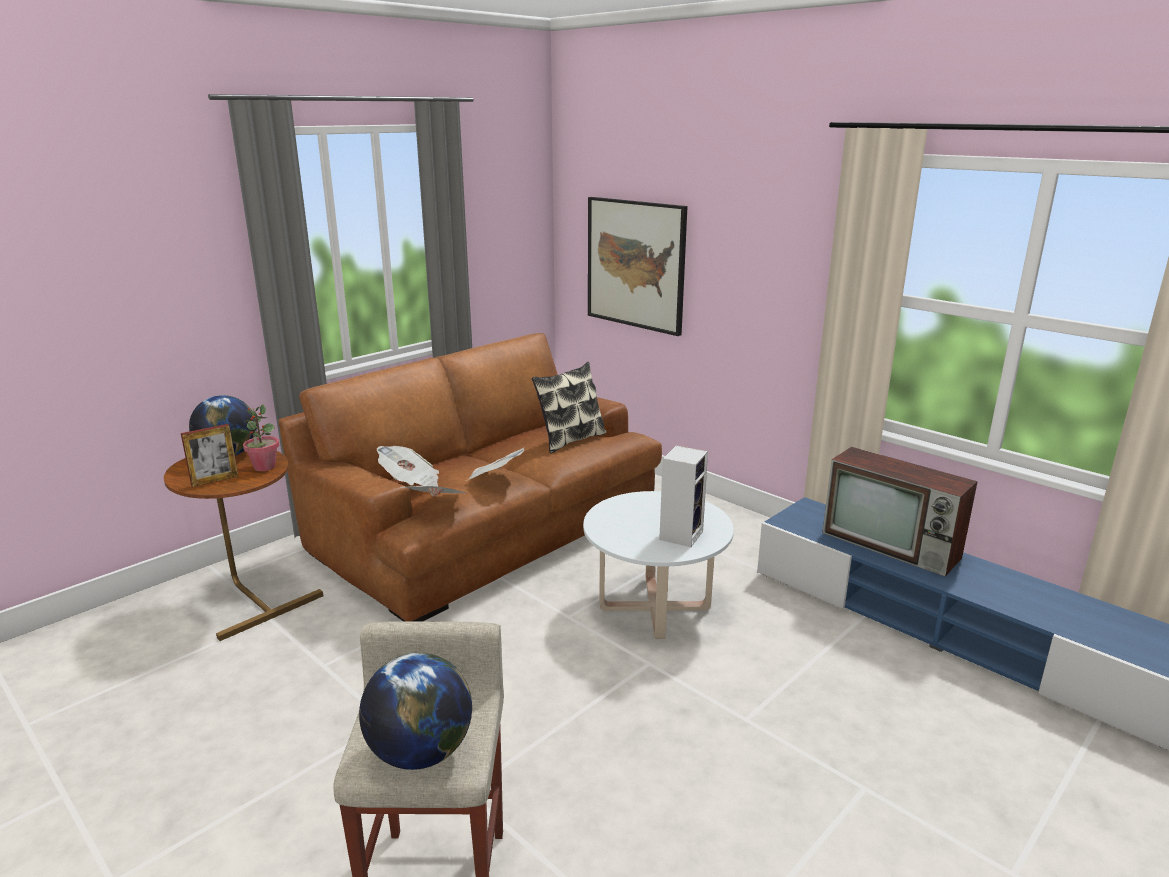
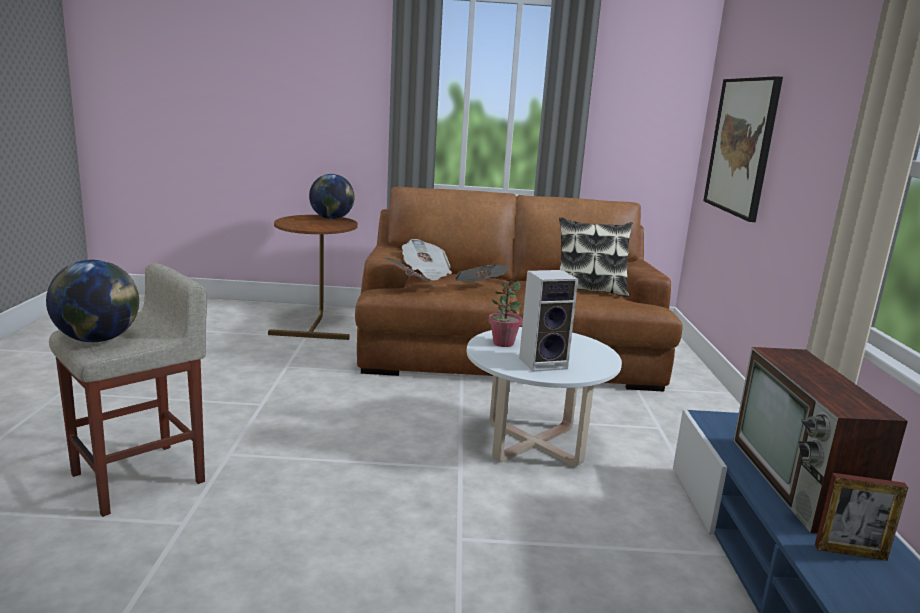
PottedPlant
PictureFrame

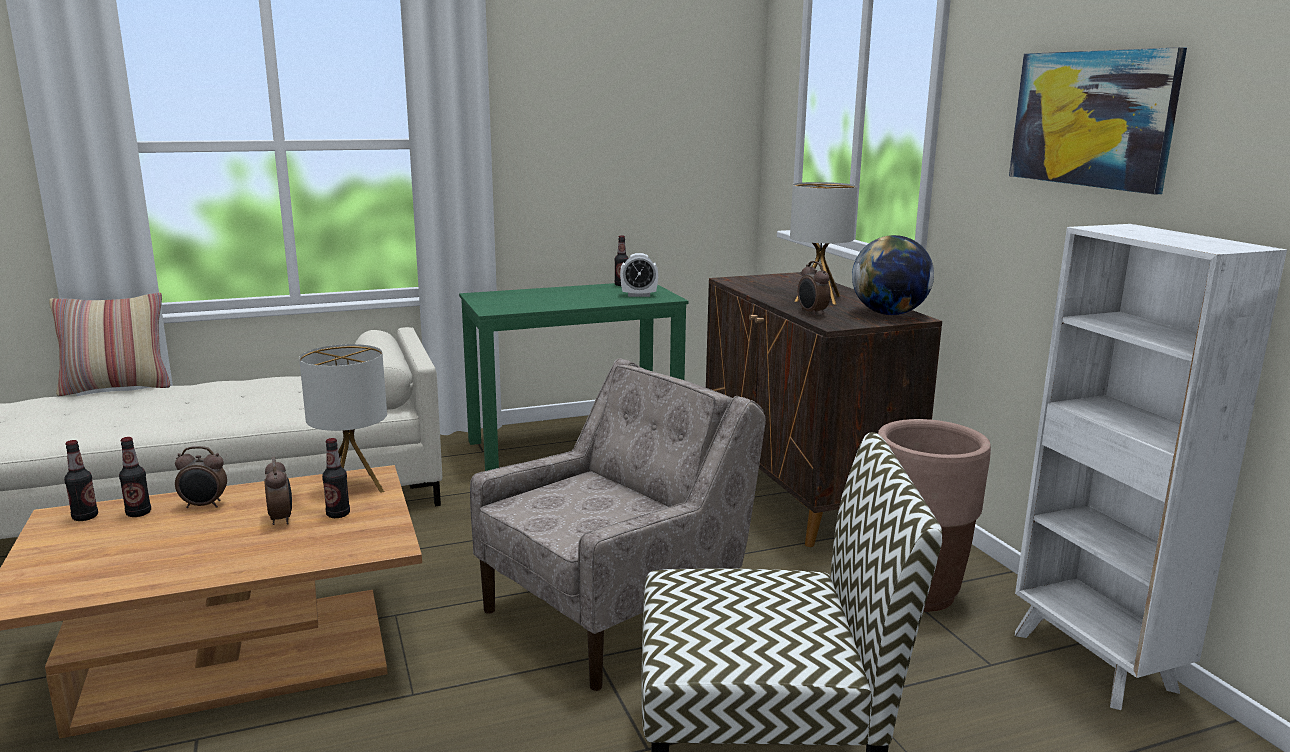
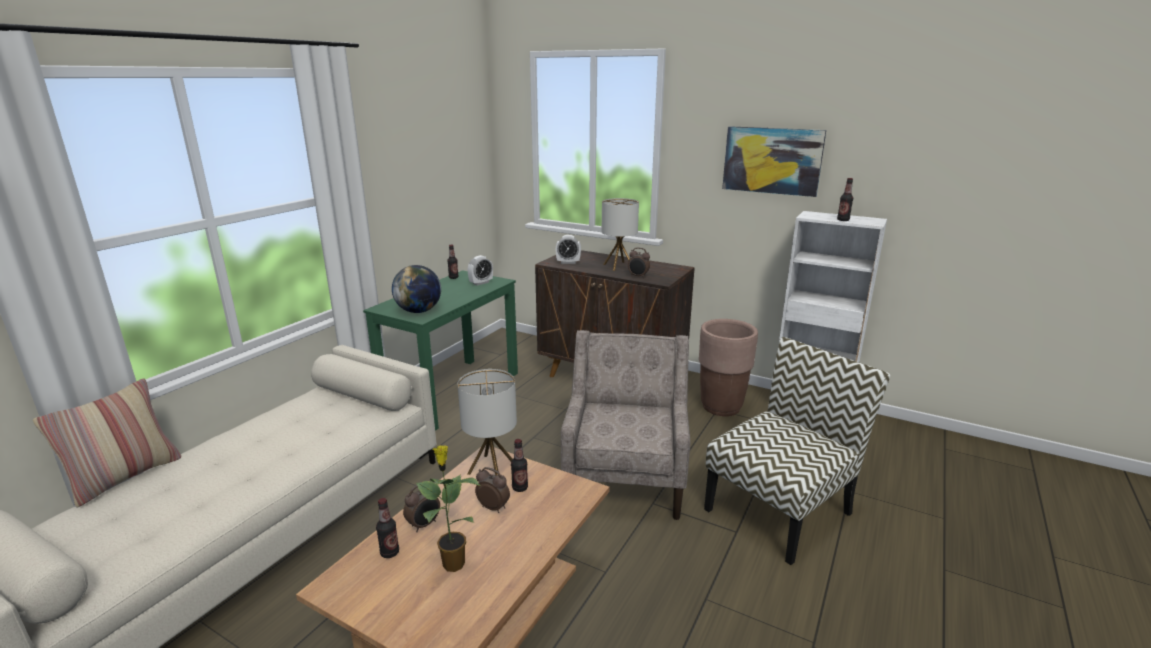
Globe
PottedPlant
AlarmClock (4th from left)
Bottle (4th from left)

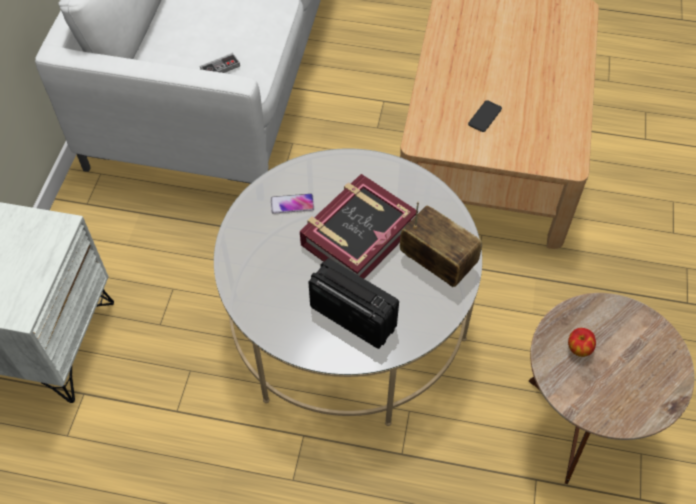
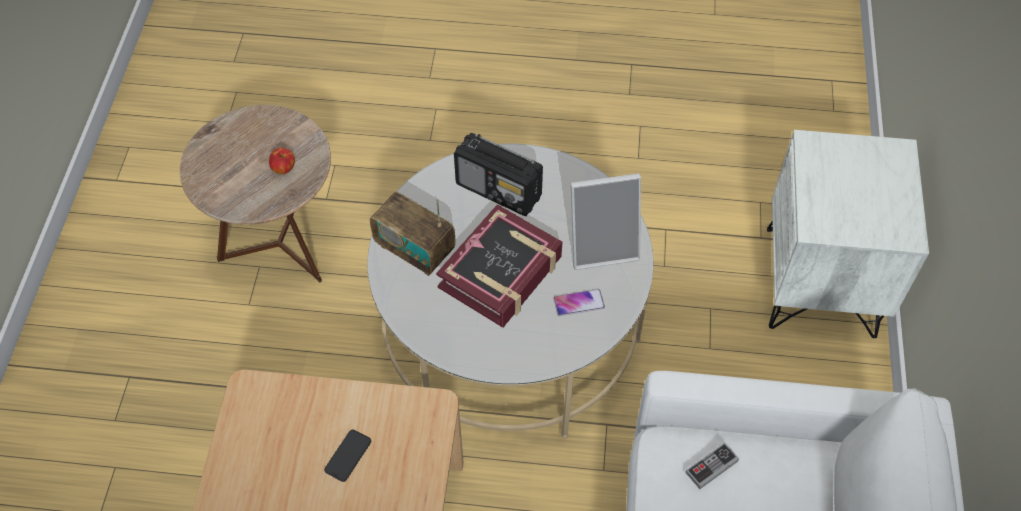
PictureFrame

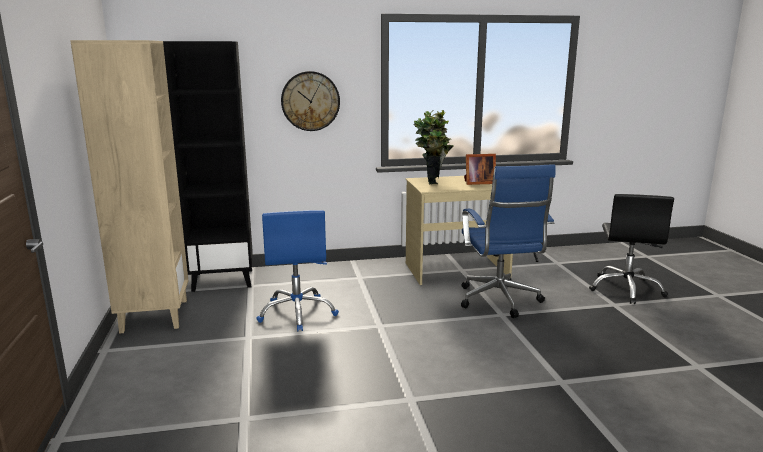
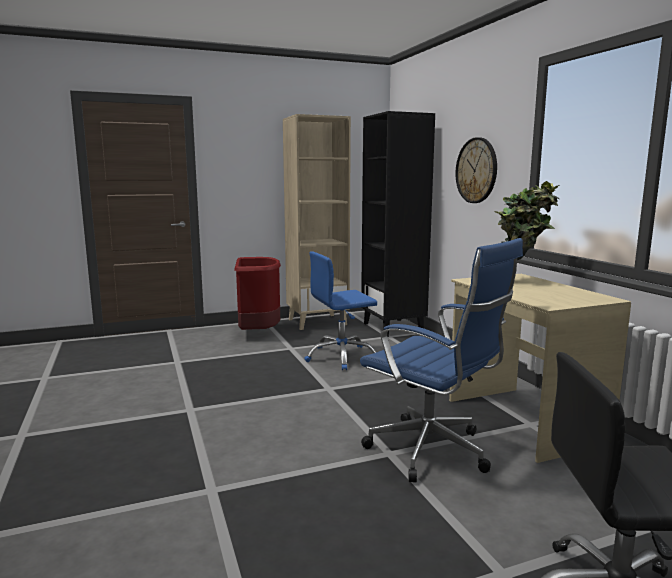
RedTrashCan
BlueOfficeChair (2nd from left)
PictureFrame

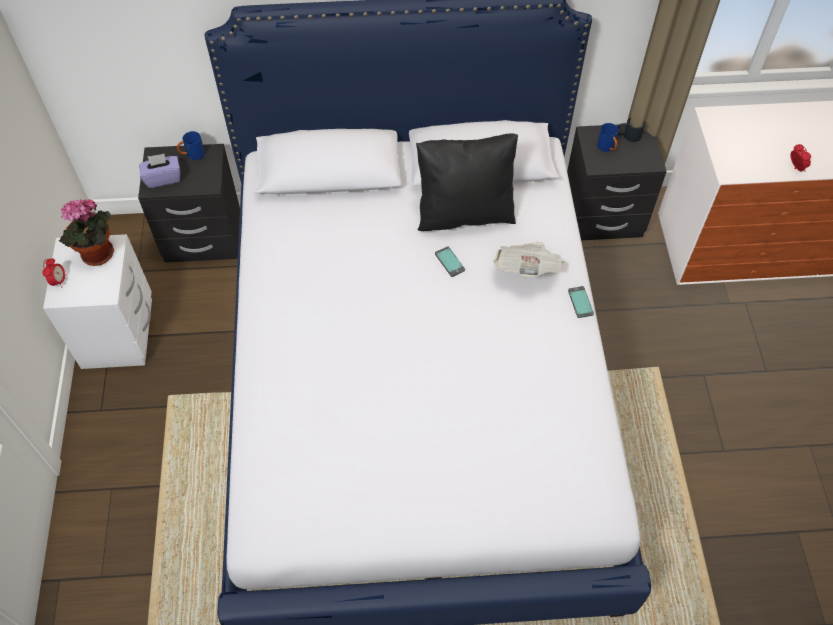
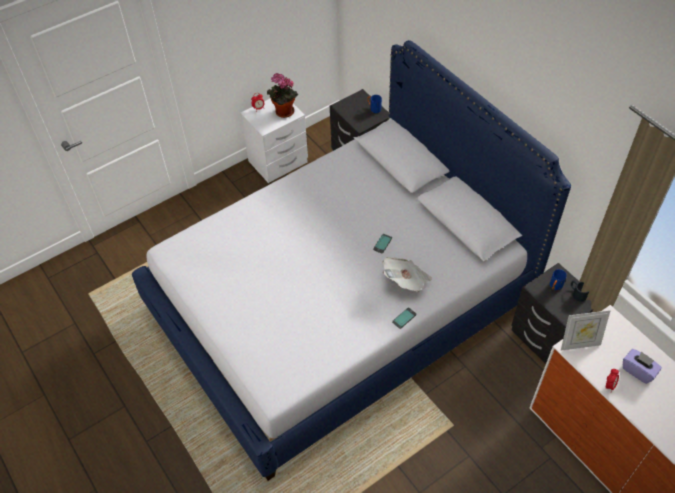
PictureFrame
PurpleTissueBox
BlackPillow

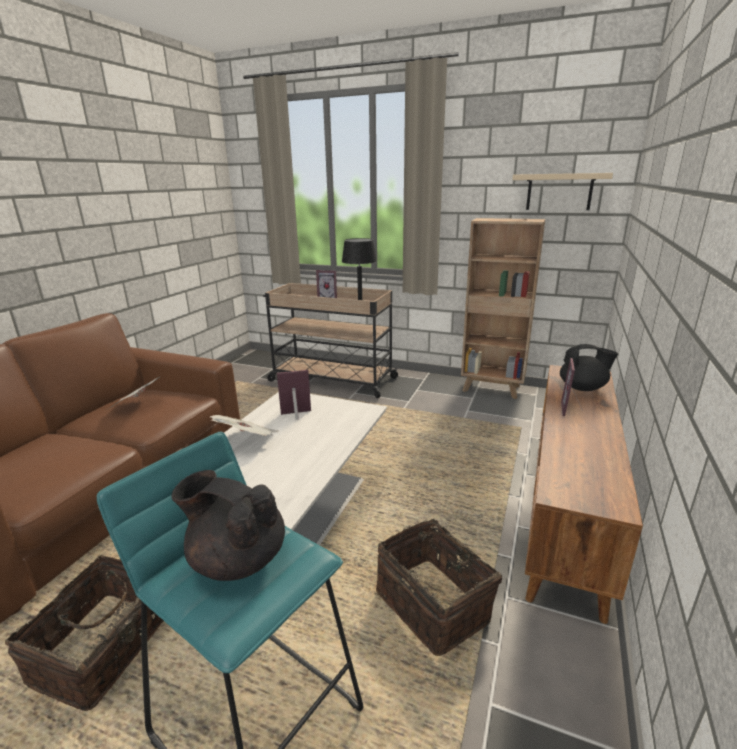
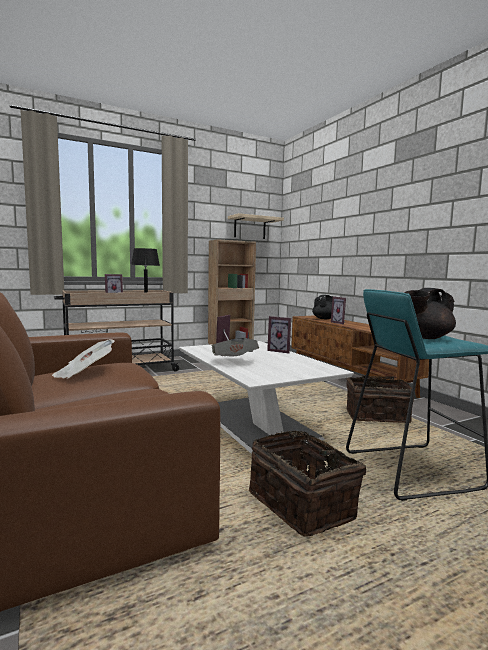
PictureFrame (3rd from left)

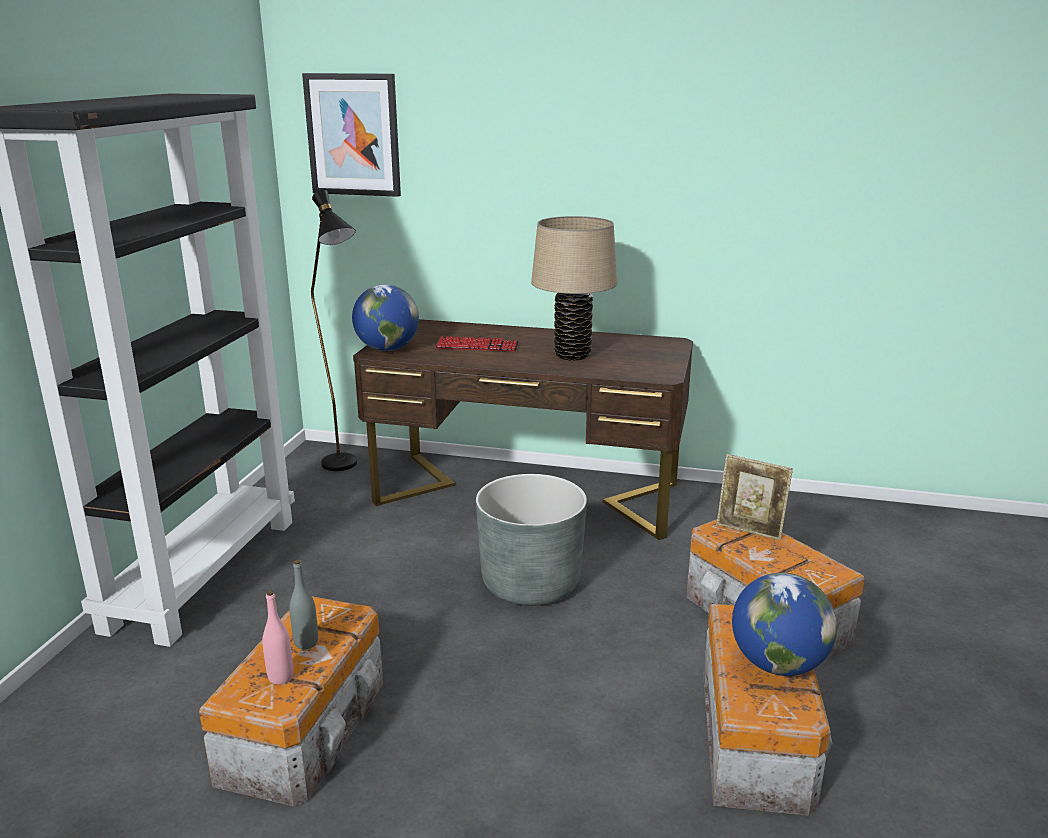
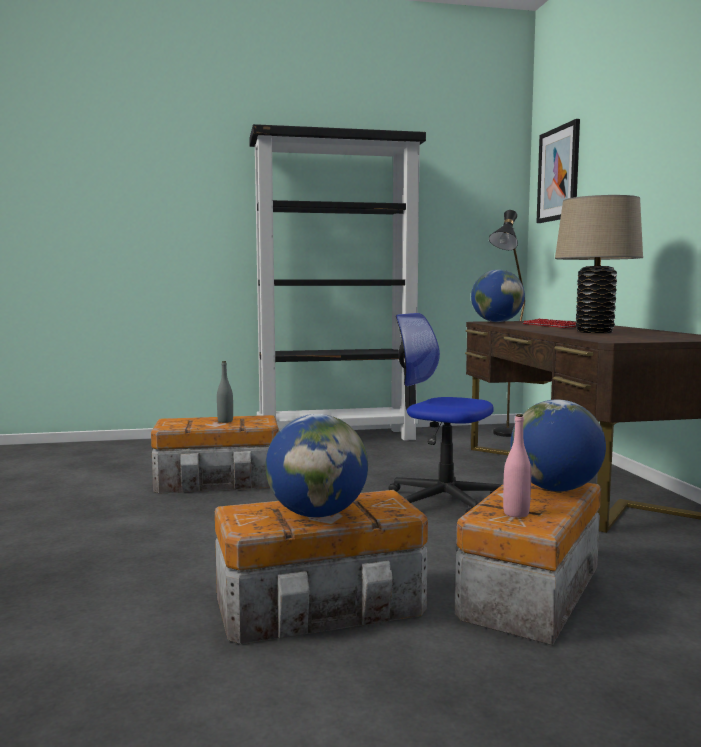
OfficeChair
PinkBottle
Globe (3rd from left)

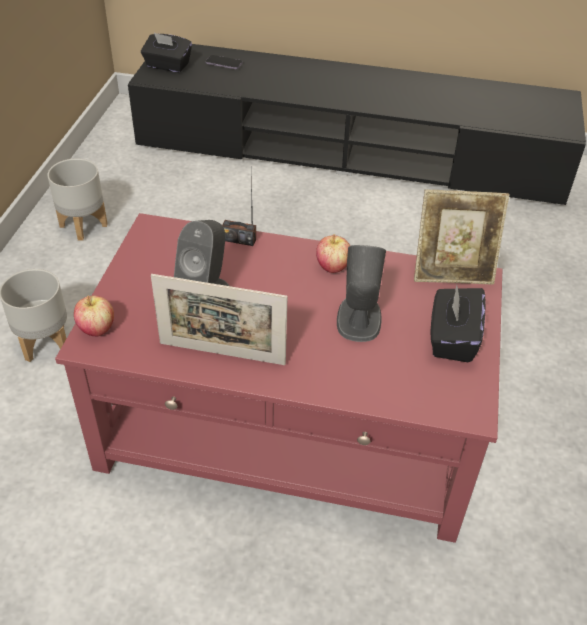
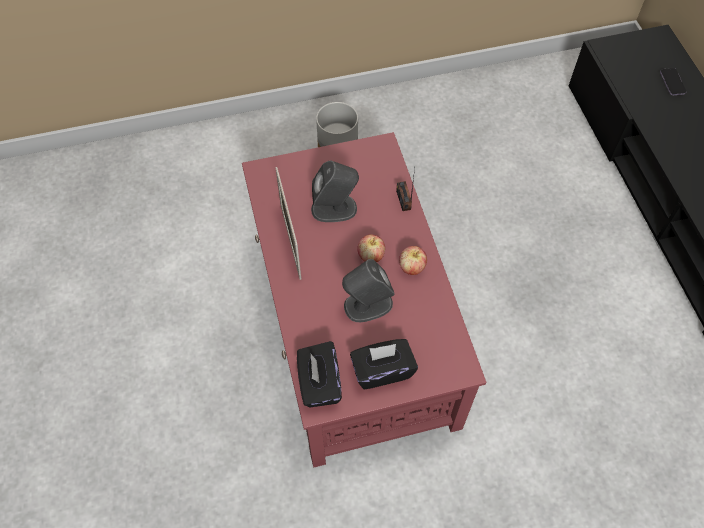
BlackTissueBox (1st from left)
Apple (1st from left)
GreyPlanter (2nd from left in the first image)
PictureFrame (2nd from left in the first image)

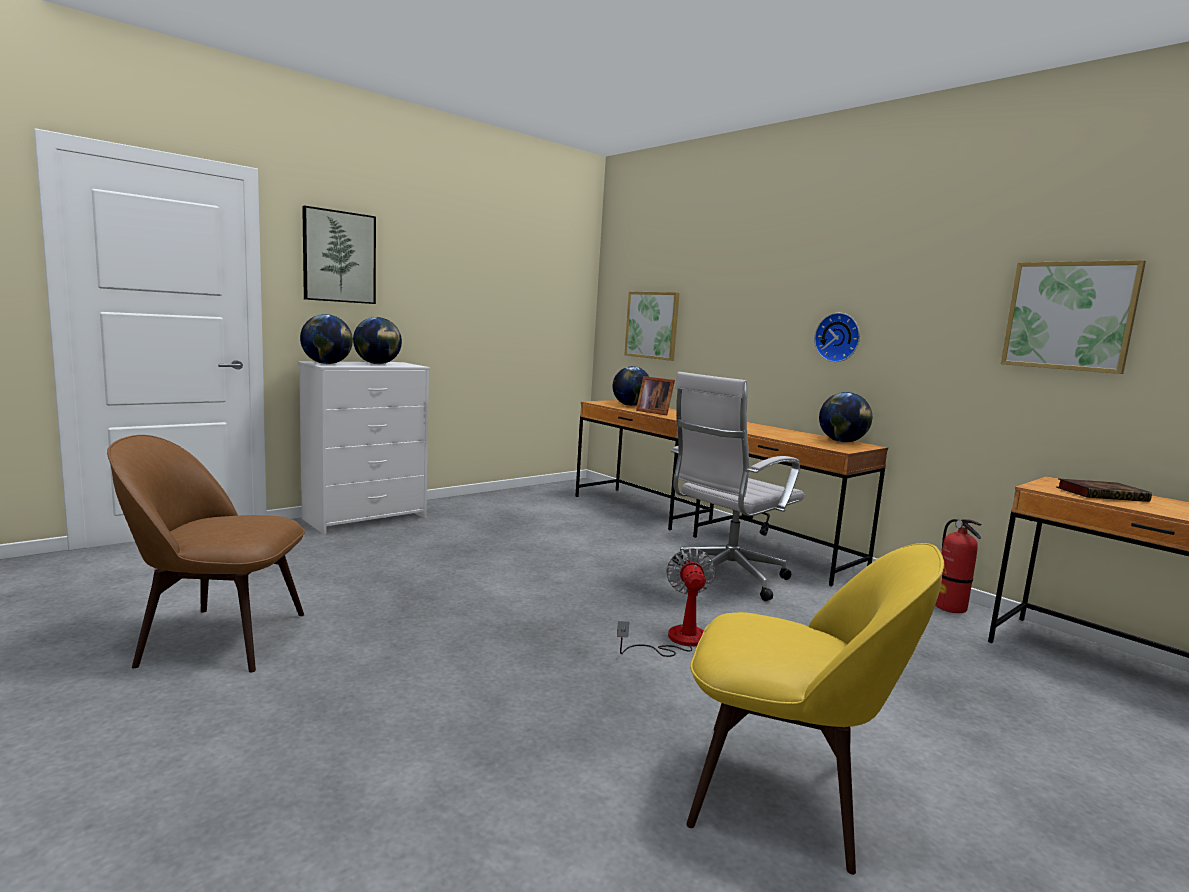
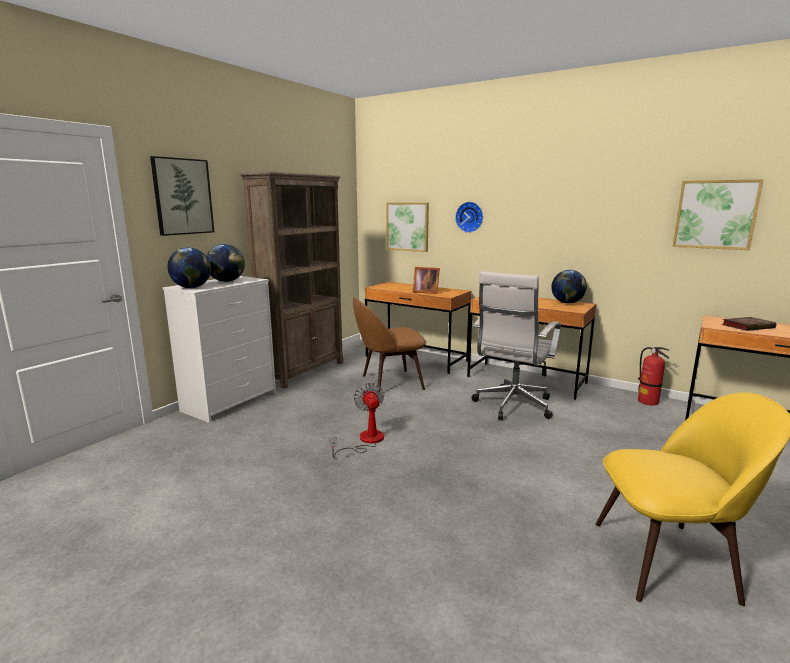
BrownBookcase
Fan
BrownChair
WallClock
Globe (3rd from left in the first image)

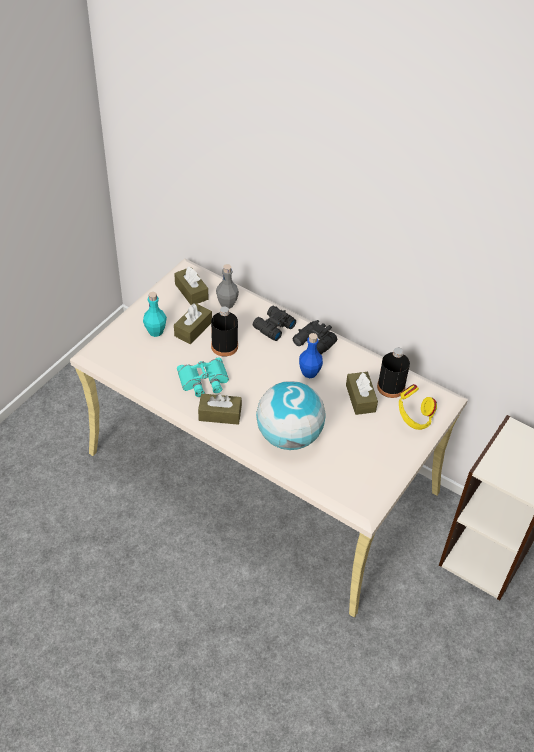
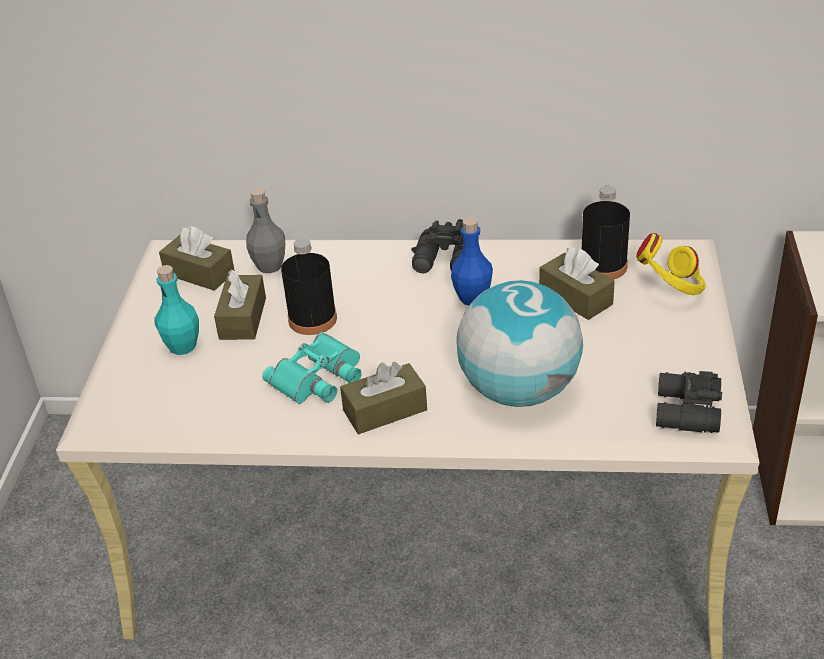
BlackBinoculars (2nd from left)

